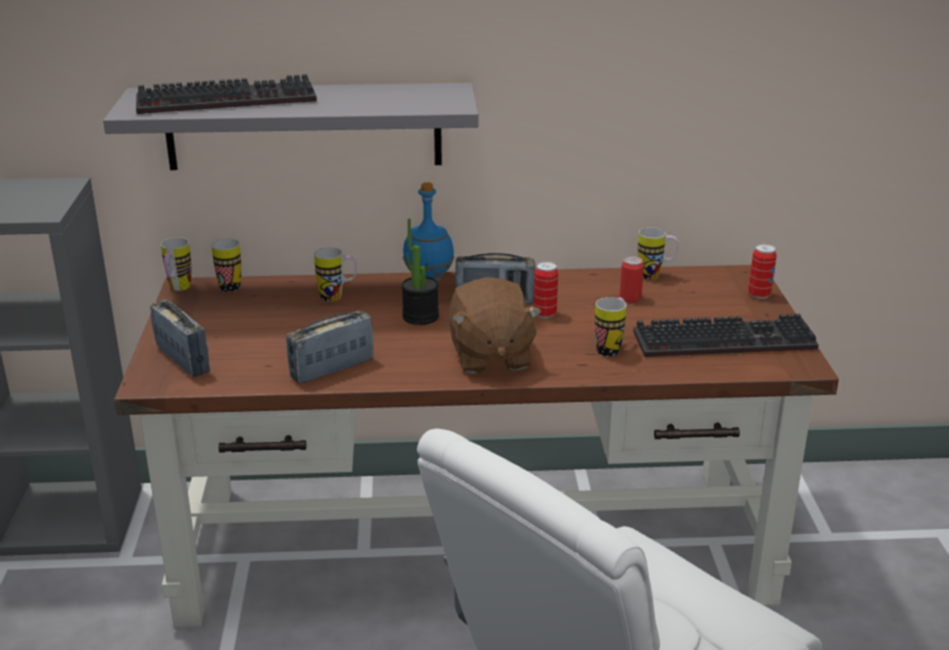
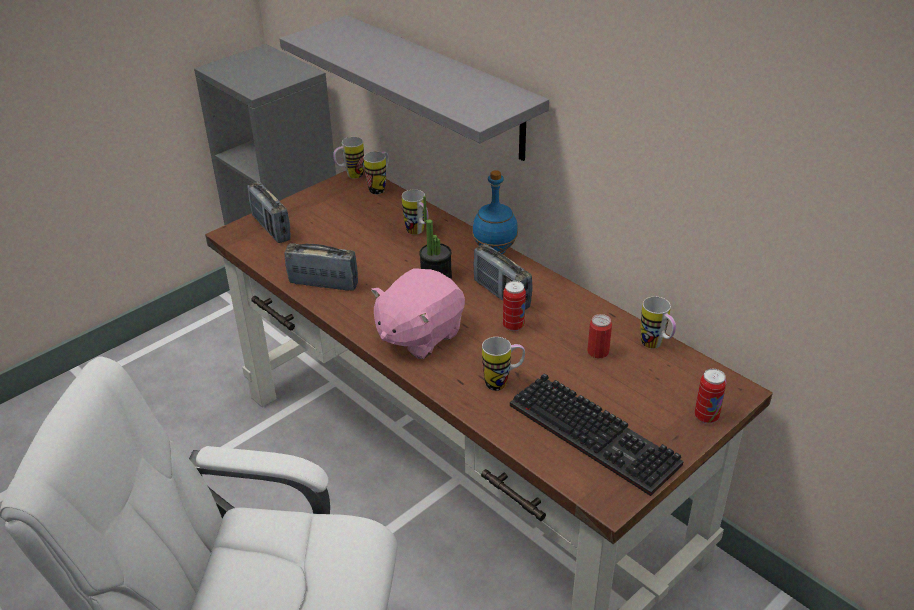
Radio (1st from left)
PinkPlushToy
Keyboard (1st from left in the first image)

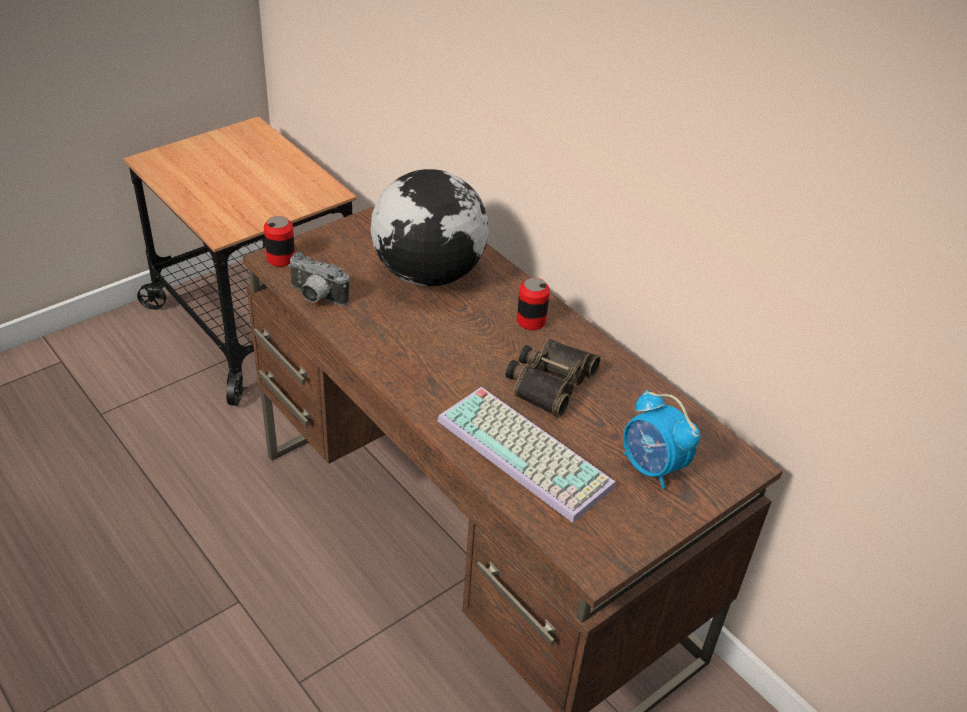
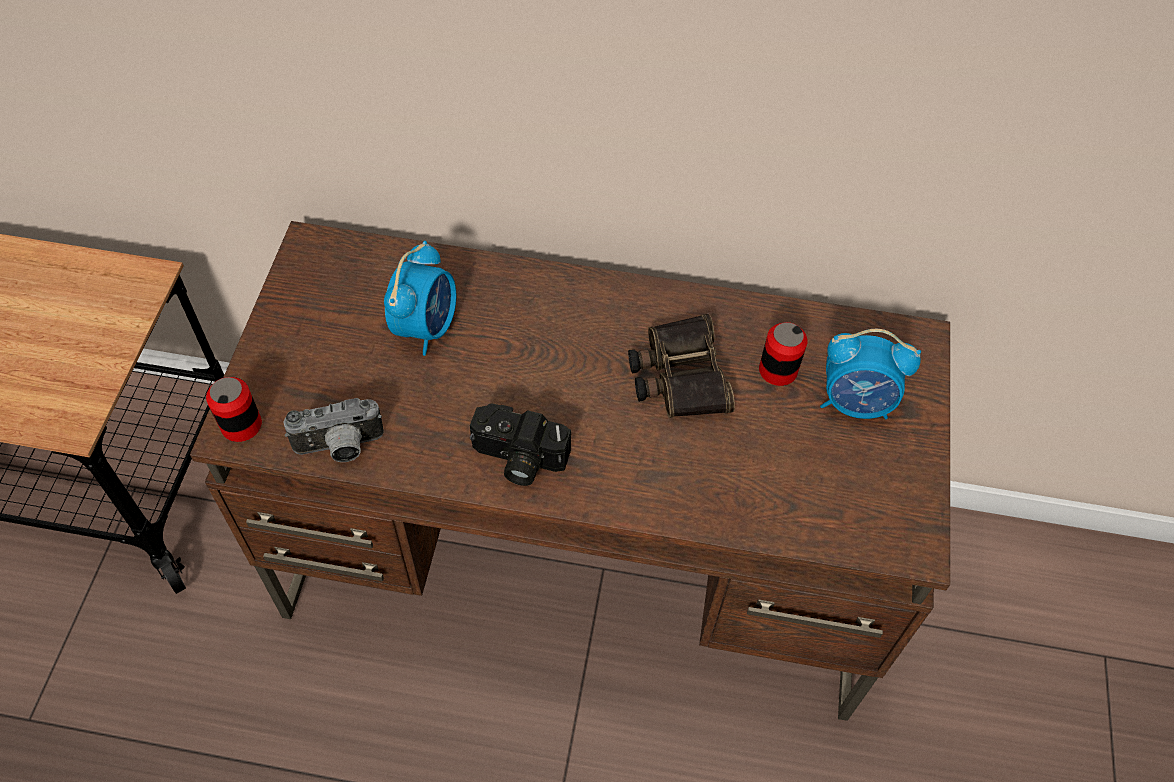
AlarmClock (1st from left)
PhotoCamera (2nd from left)
Can (2nd from left)
Keyboard

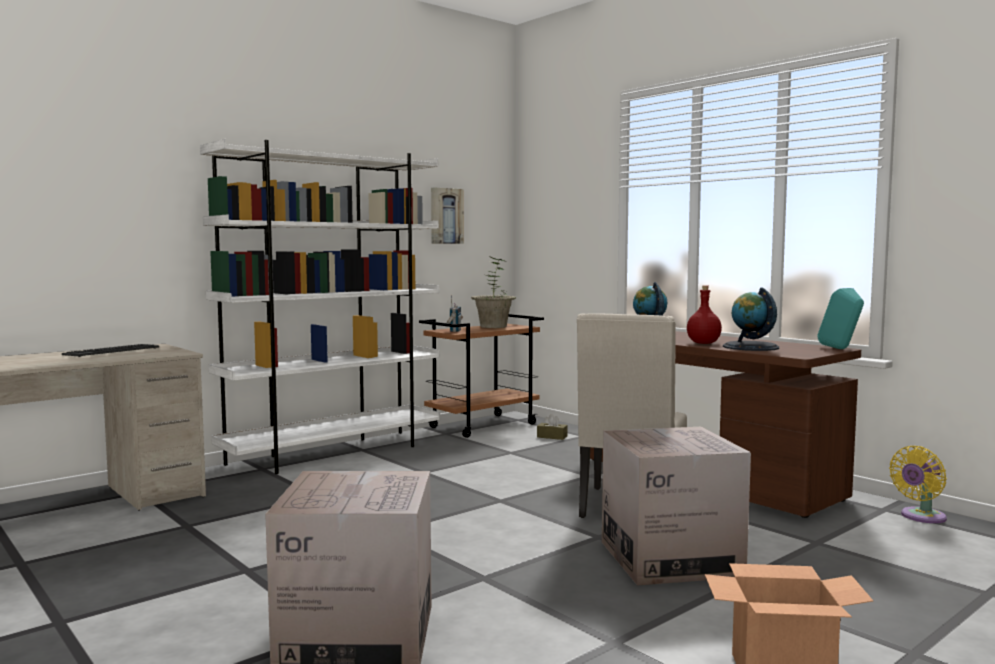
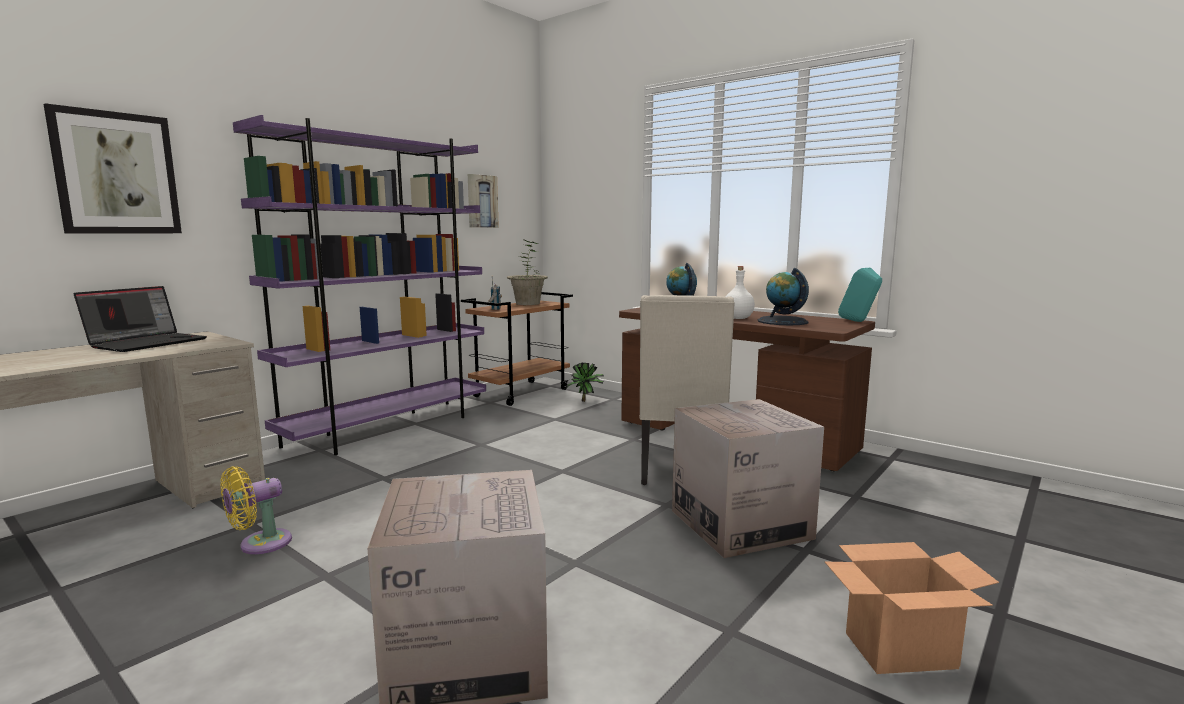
Picture (1st from left)
Laptop
YellowFan
PurpleBookcase
PottedPlant (2nd from left)
WhiteBottle

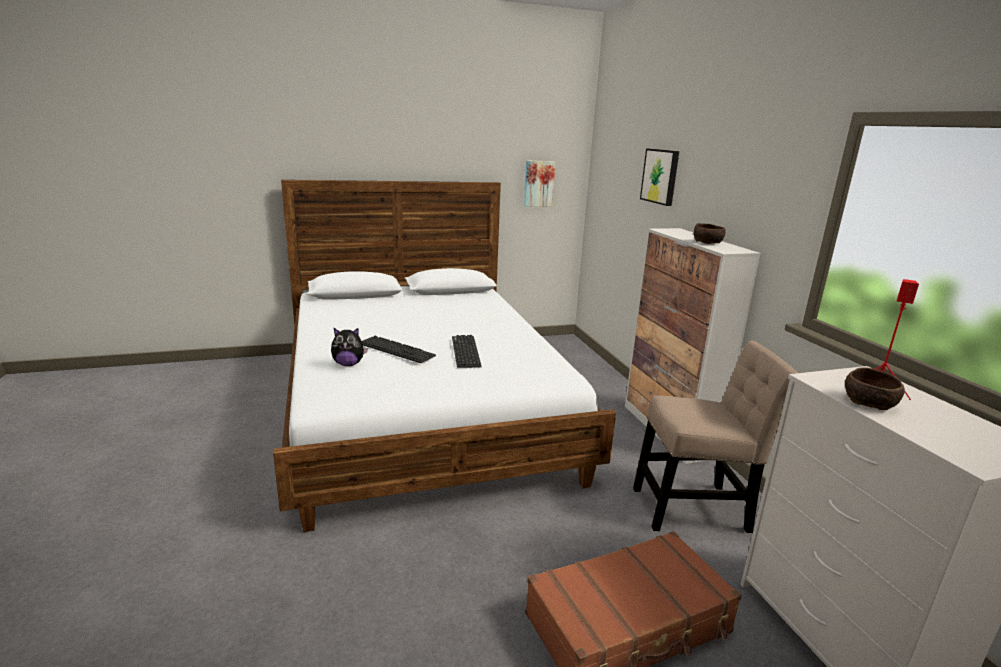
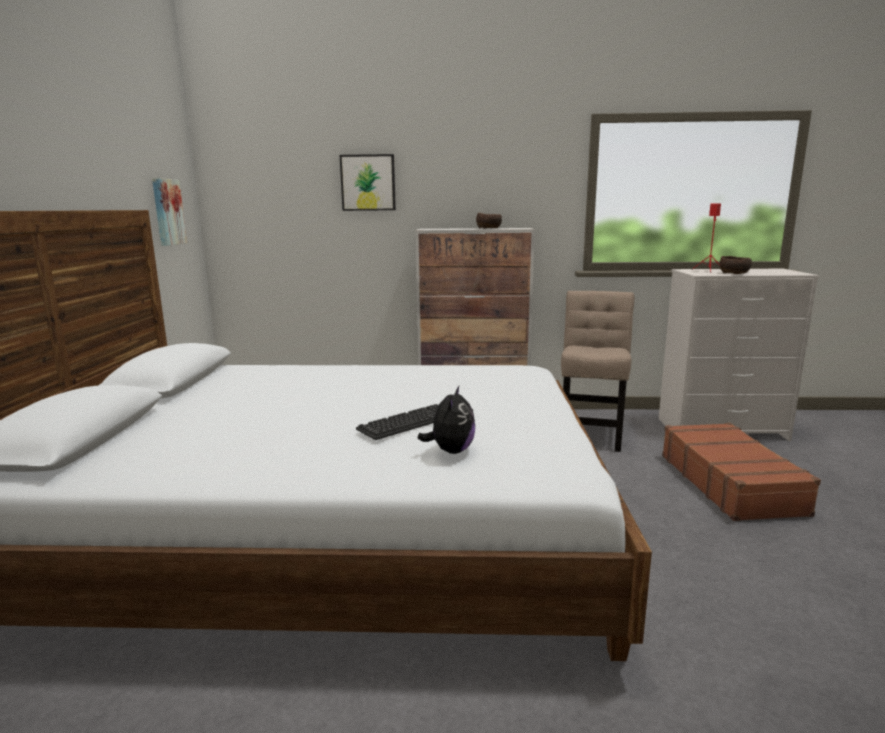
Keyboard (2nd from left in the first image)

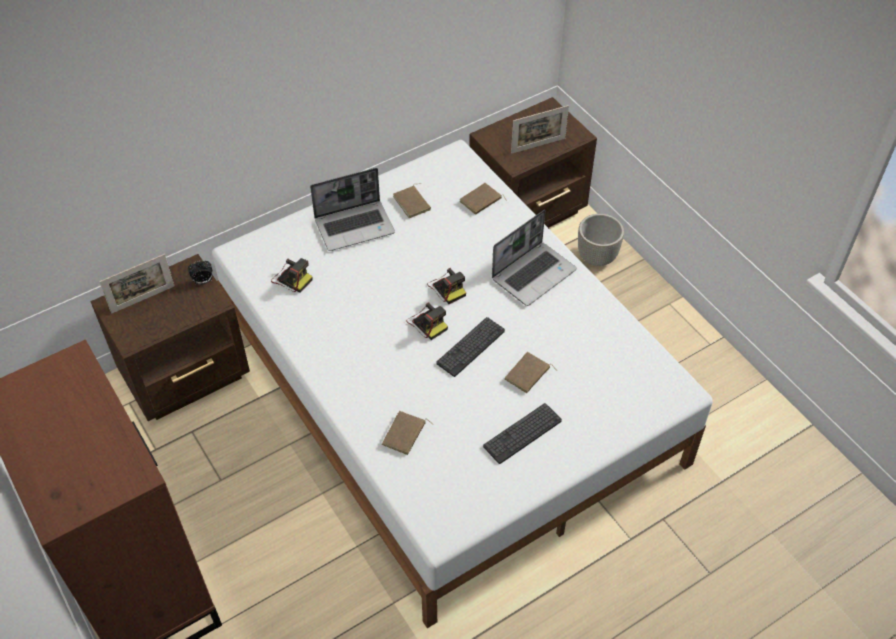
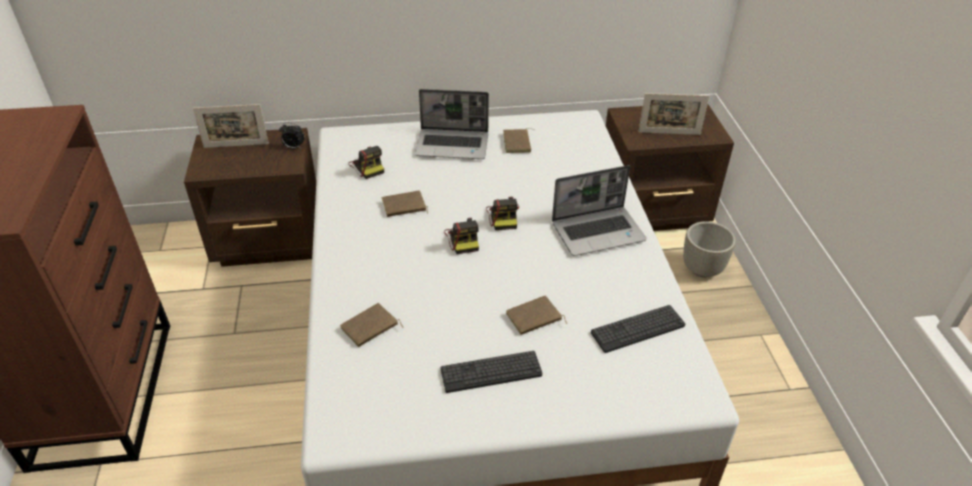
BrownBook (2nd from left)
Keyboard (2nd from left)

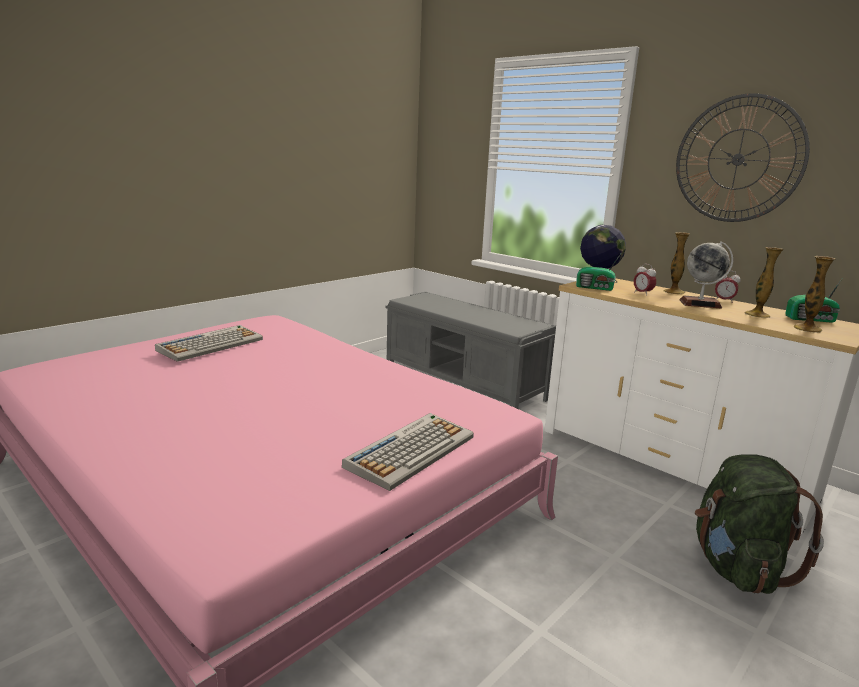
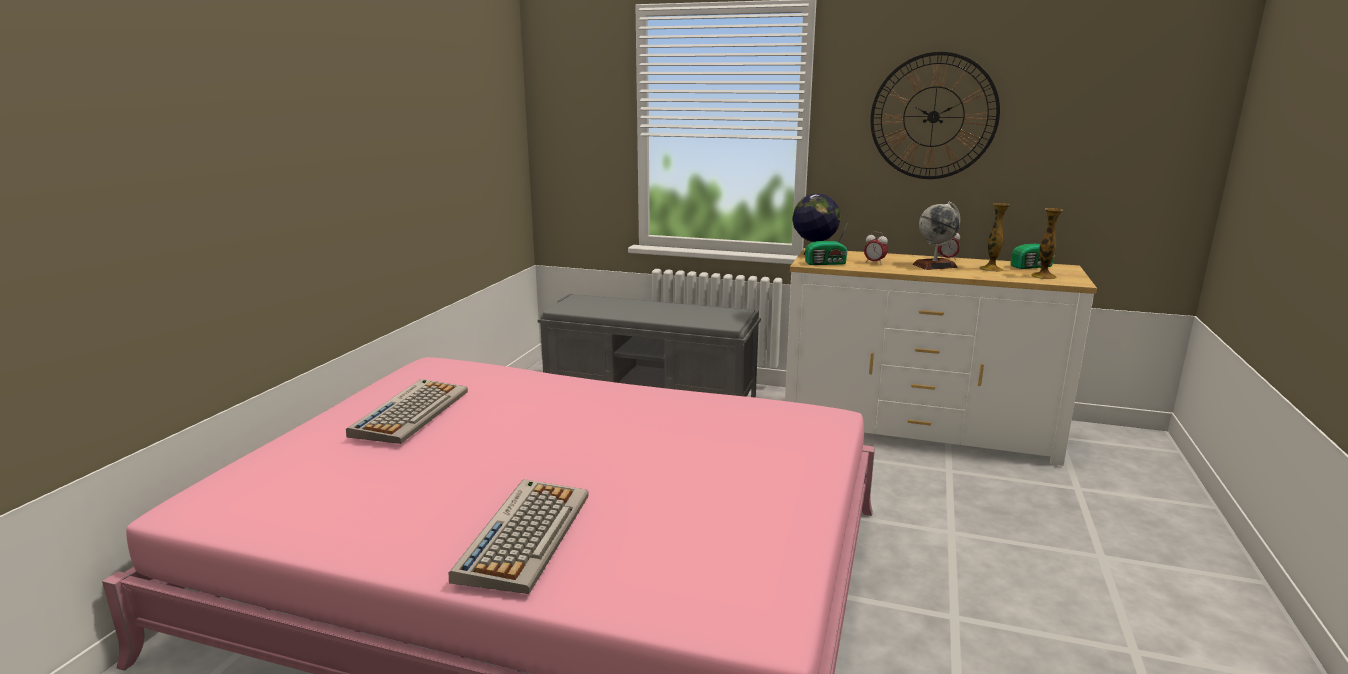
Keyboard (2nd from left)
Vase (1st from left in the first image)
GreenBackpack

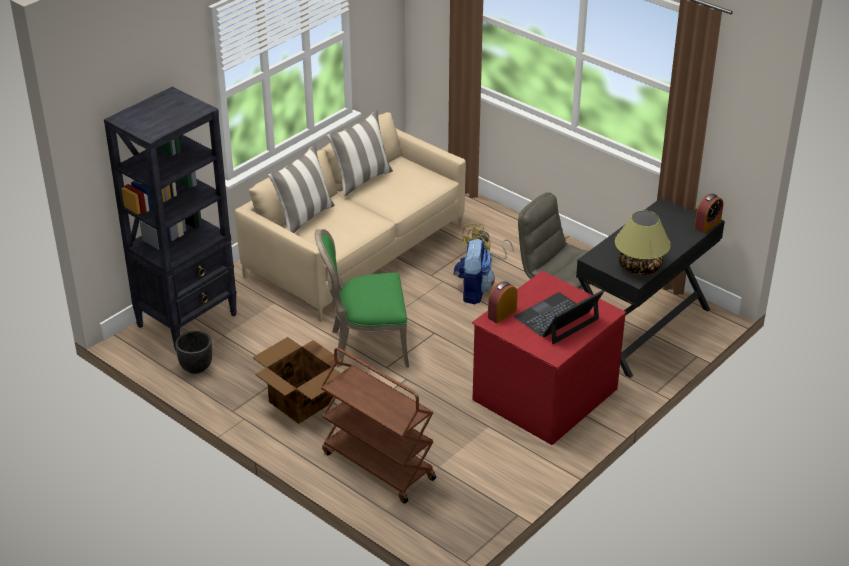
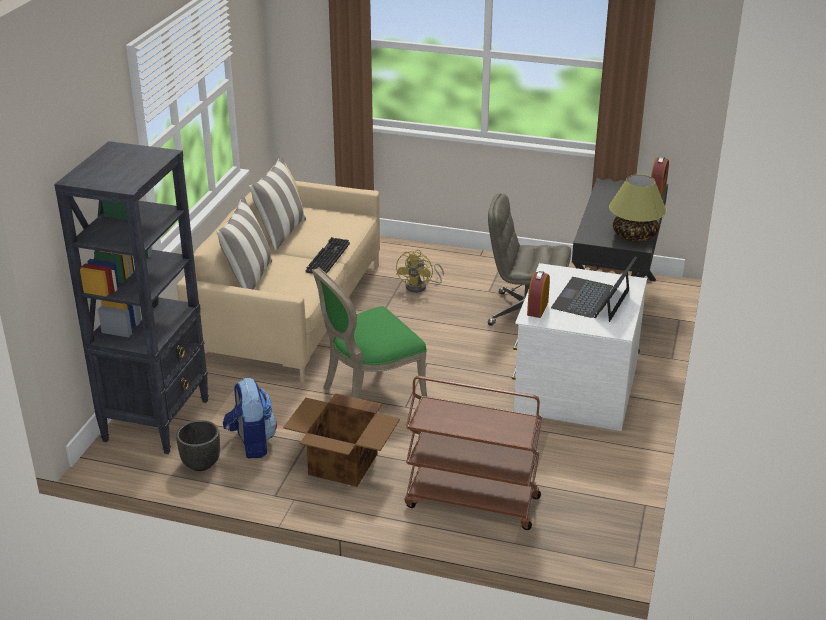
Backpack
Keyboard
WhiteDresser

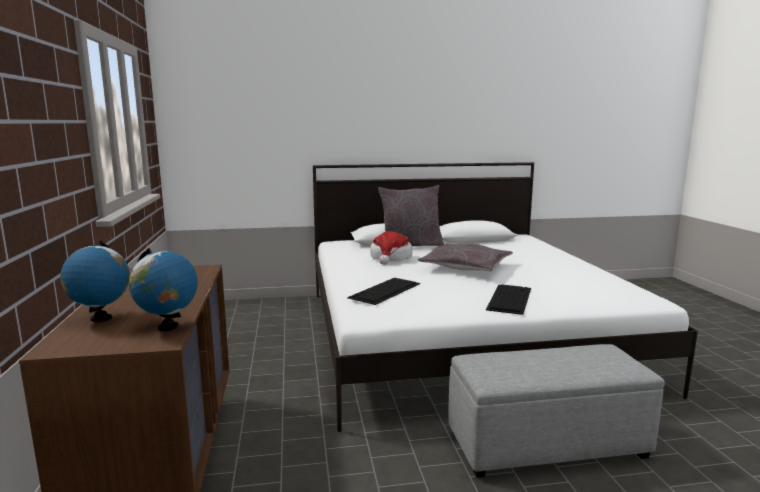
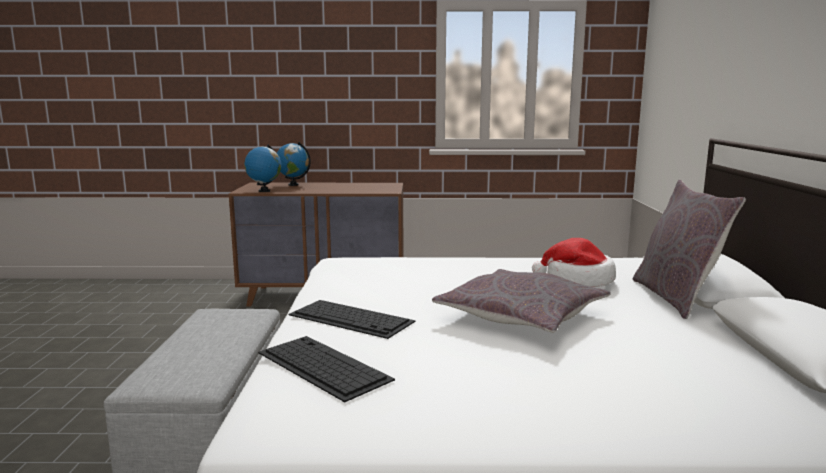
Keyboard (1st from left)

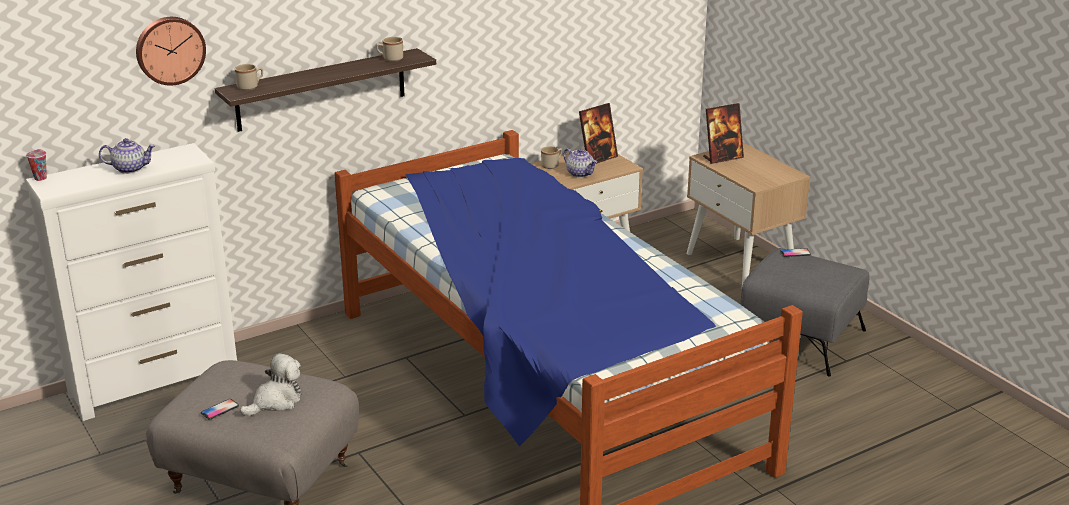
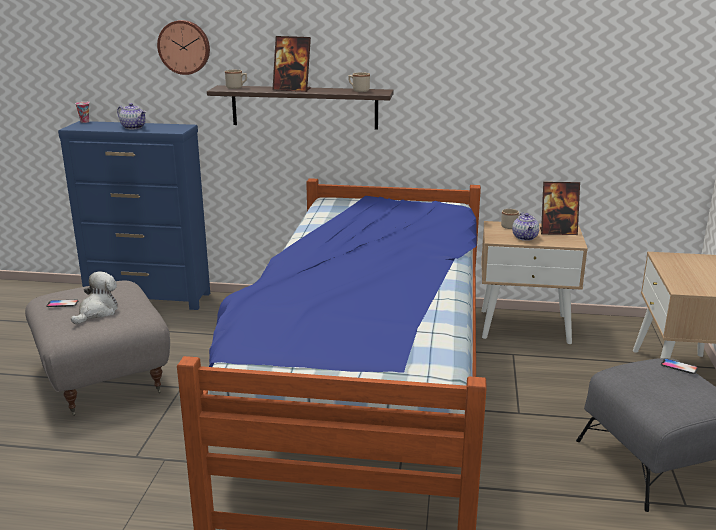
BlueDresser
PlushToy
PictureFrame (1st from left)

